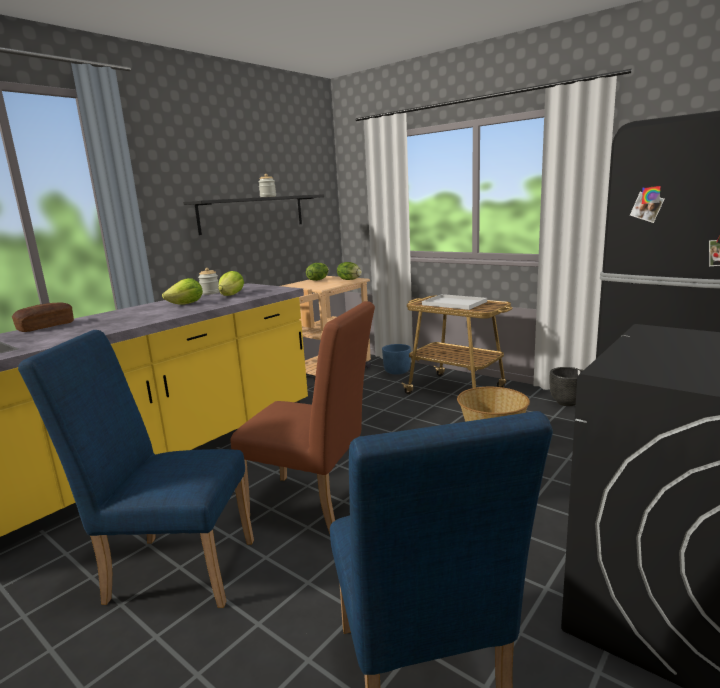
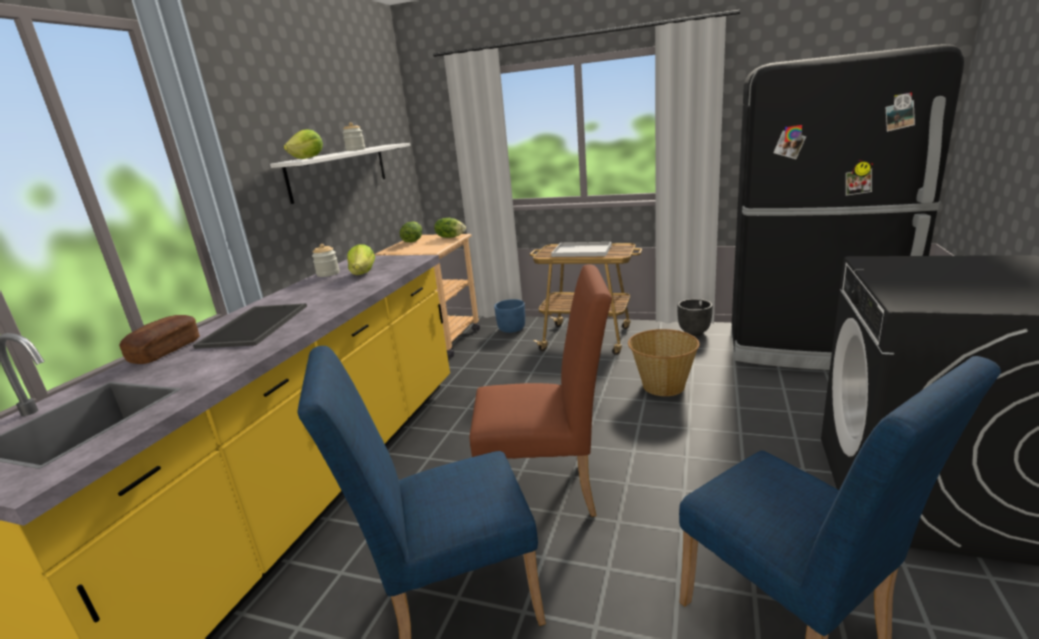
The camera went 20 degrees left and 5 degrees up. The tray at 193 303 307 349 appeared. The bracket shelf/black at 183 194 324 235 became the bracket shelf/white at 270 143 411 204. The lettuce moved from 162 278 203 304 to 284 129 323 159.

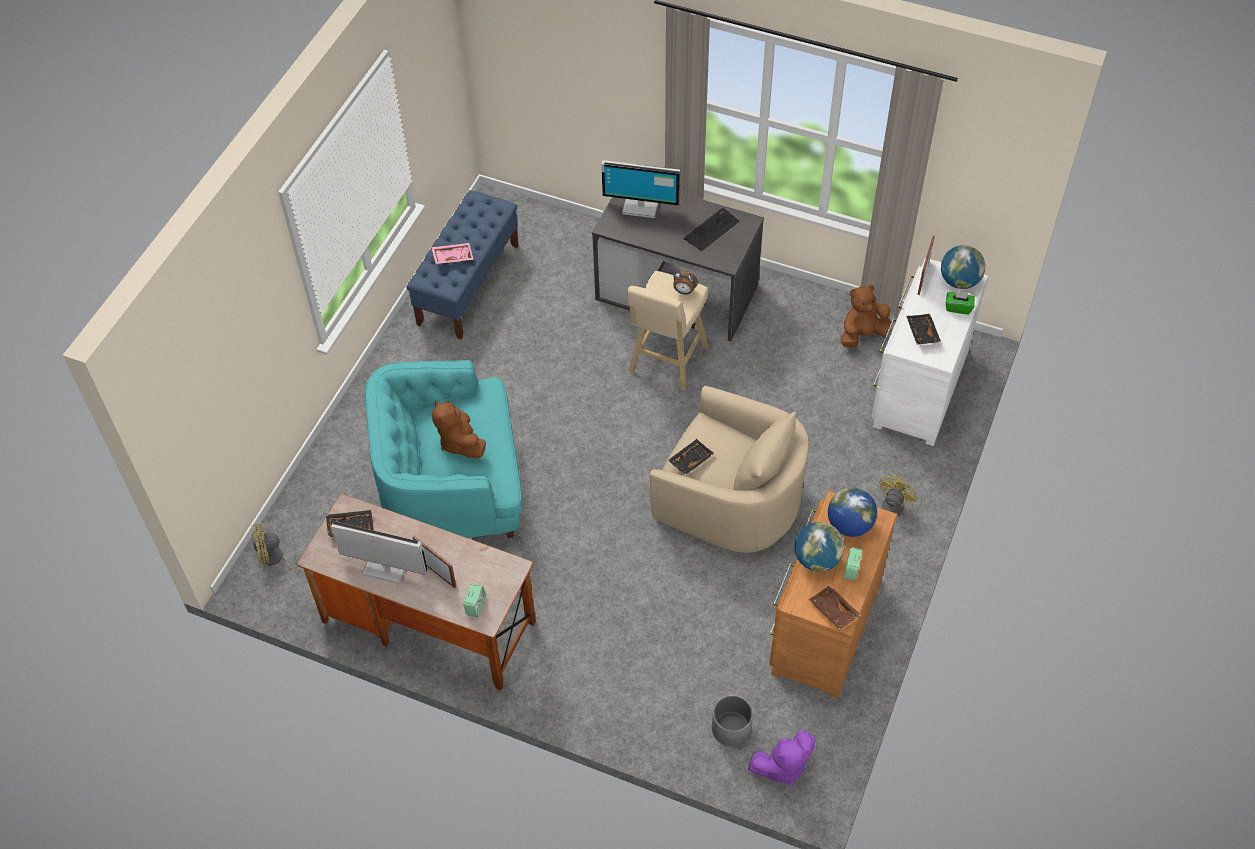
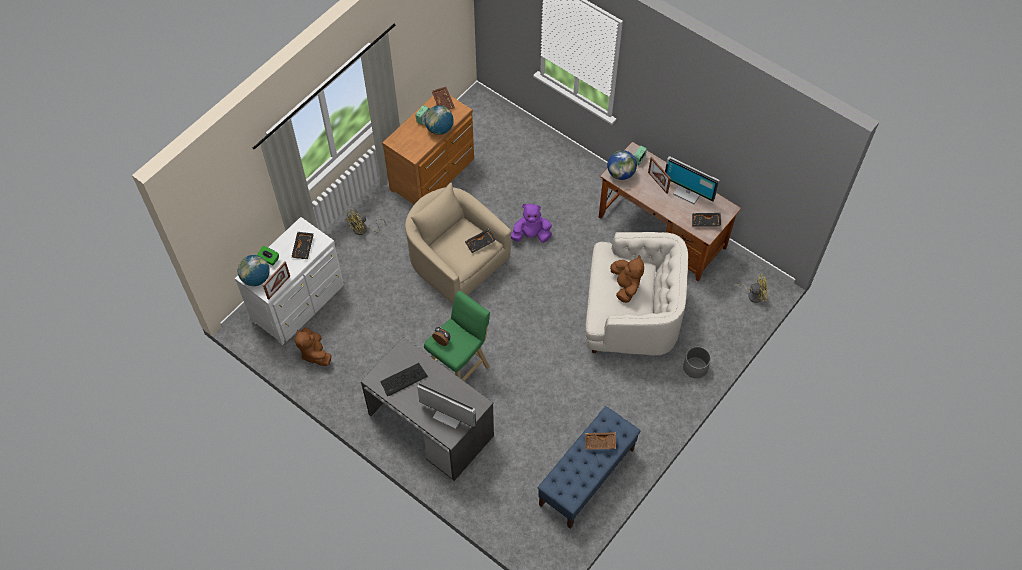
The camera went 165 degrees left and 5 degrees up. The soft toy/brownish at 841 285 891 347 turned 75 degrees clockwise. The stool seat/beige-coloured at 628 271 708 391 became the stool seat/green-coloured at 424 291 490 381. The soft toy/purple moved from 748 730 816 786 to 511 204 552 243. The lounge chair/turquoise-coloured at 365 360 522 538 became the lounge chair/white at 585 232 688 356. The tray/pinkish at 431 243 474 264 became the tray/brownish at 585 432 616 450. The desk globe moved from 828 488 877 537 to 607 150 637 180. The flower pot/gray moved from 712 695 753 746 to 683 347 711 378.

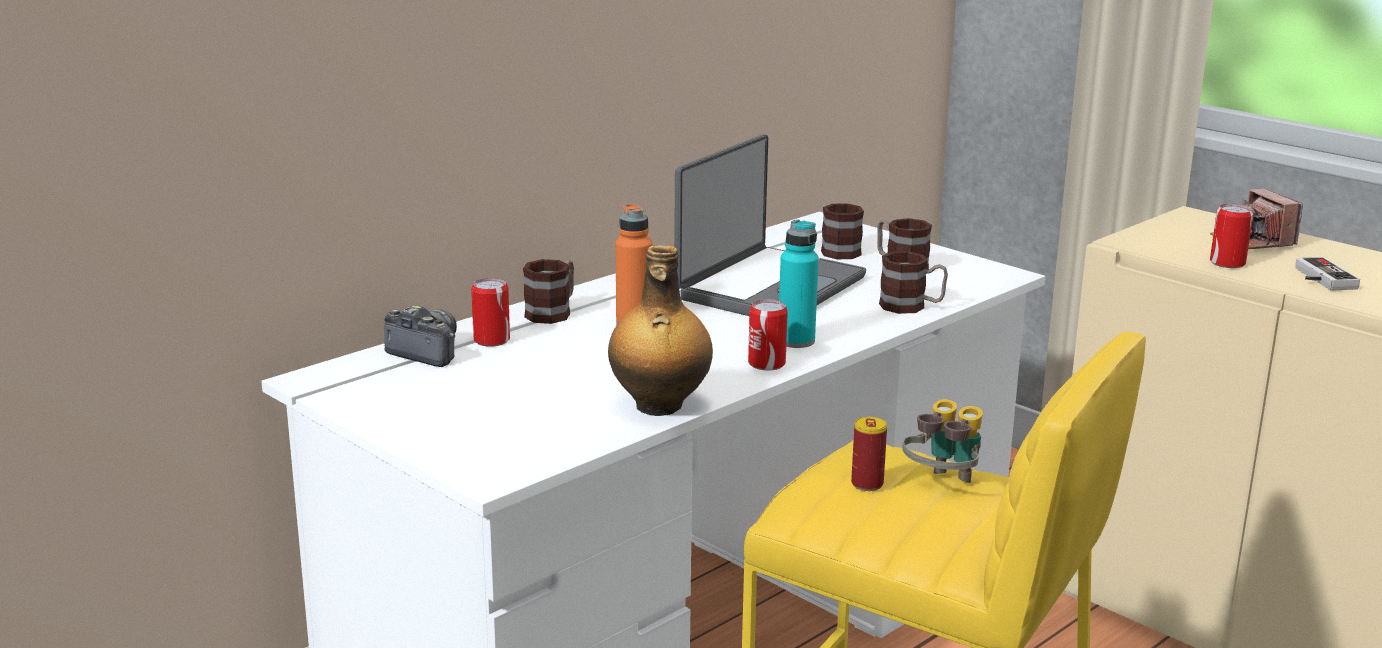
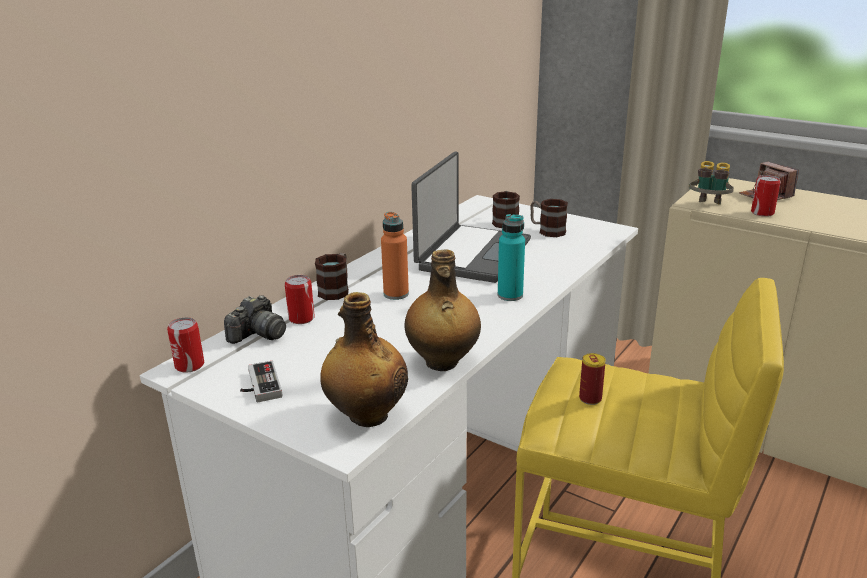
The camera went 10 degrees left and 5 degrees up. The sealed can moved from 748 299 788 370 to 167 317 204 373. The still camera at 384 305 457 367 turned 105 degrees clockwise. The joypad moved from 1295 257 1360 291 to 240 361 282 402. The bottle at 320 292 408 427 appeared. The binoculars moved from 902 399 983 483 to 689 161 734 205. The coffee mug at 879 251 948 314 disappeared.

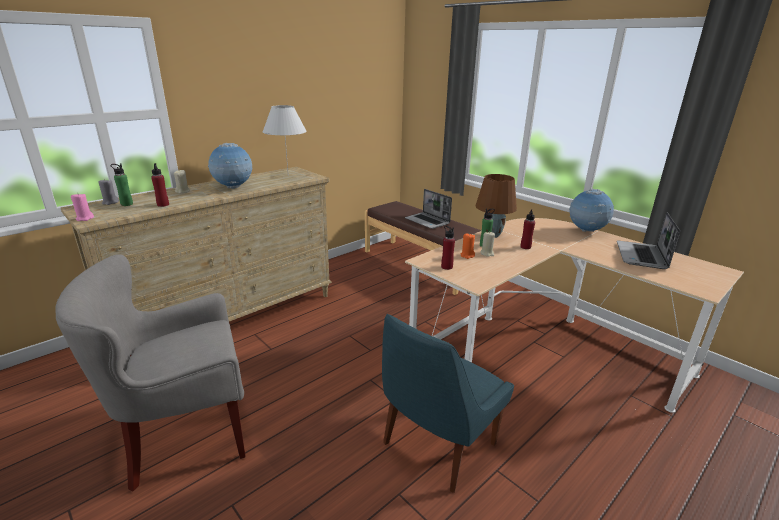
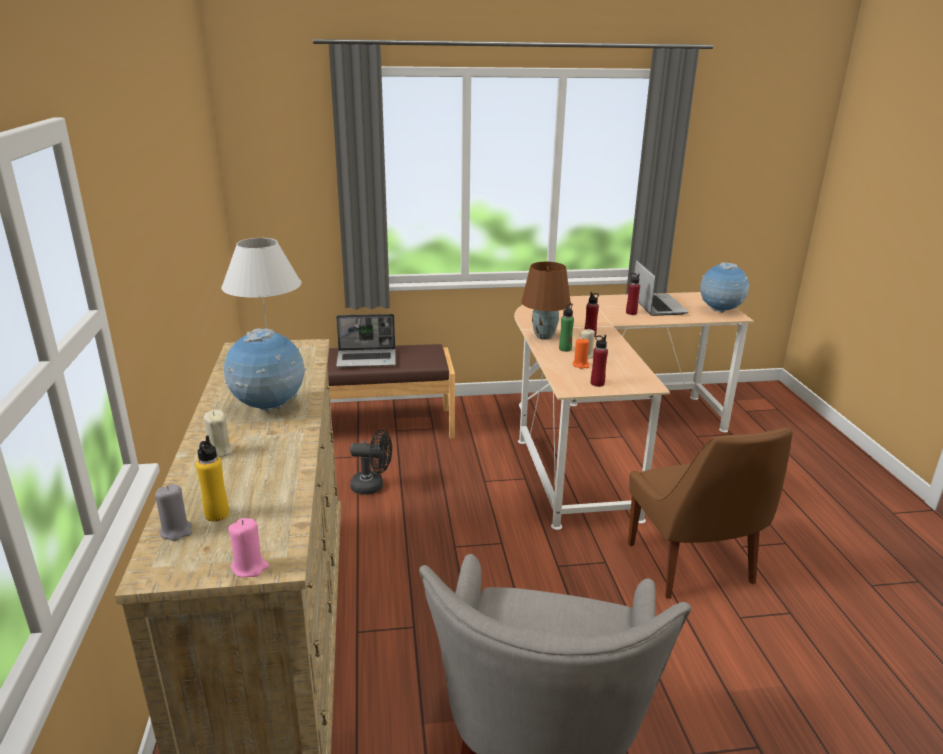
The camera went 55 degrees left and 0 degrees up. The bottle/green-coloured at 111 163 133 206 became the bottle/yellow-coloured at 196 435 229 521. The fan/black at 350 430 392 495 appeared. The bottle/red-coloured moved from 151 163 169 207 to 626 272 640 315. The upright chair/blue-coloured at 382 314 514 493 became the upright chair/brownish at 628 428 793 599. The notebook computer at 617 212 680 269 turned 150 degrees counterclockwise. The desk globe moved from 569 189 614 232 to 700 262 749 313.

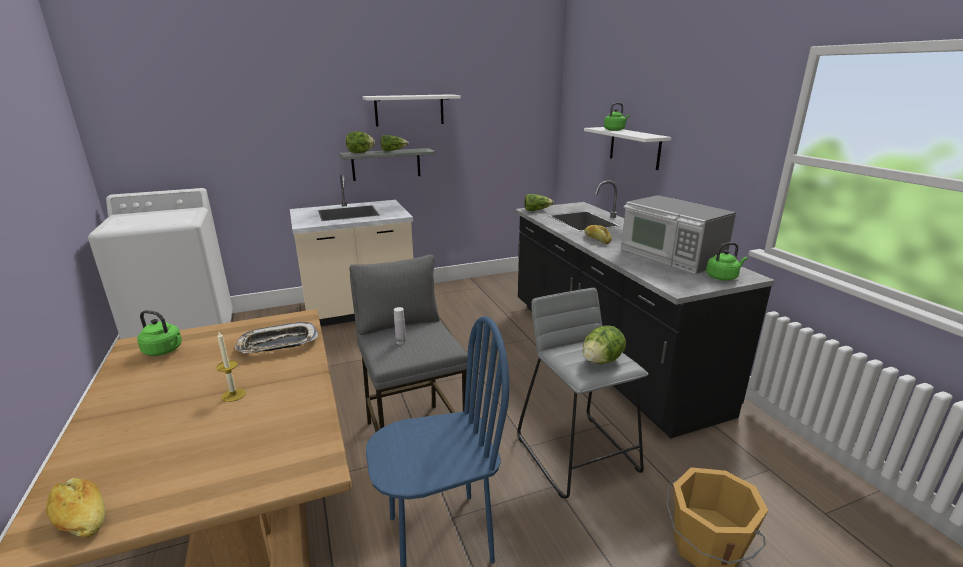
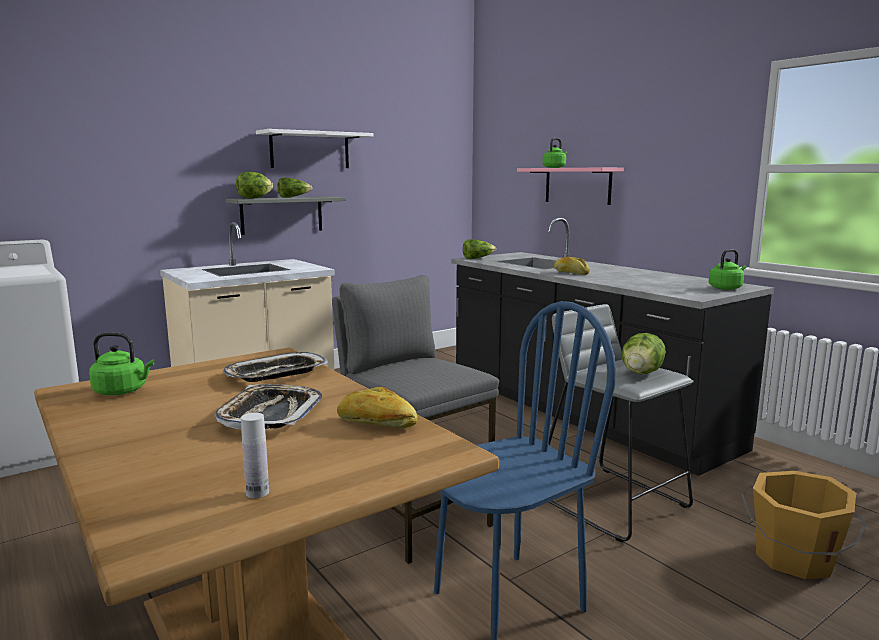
The camera went 15 degrees left and 10 degrees down. The wax candle at 216 332 246 402 was replaced by the tray at 214 384 322 430. The bottle/white moved from 394 307 406 345 to 241 413 269 498. The baked bread moved from 46 478 105 537 to 337 387 418 429. The bracket shelf/white at 584 127 672 170 became the bracket shelf/pinkish at 517 168 624 205. The microwave oven at 621 195 736 274 disappeared.

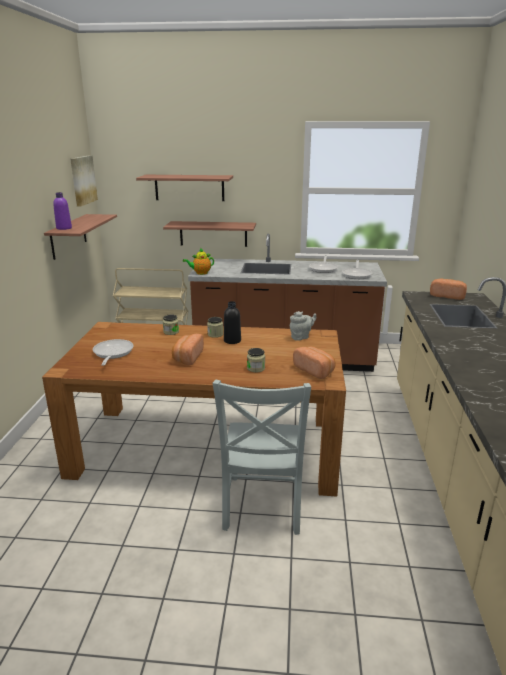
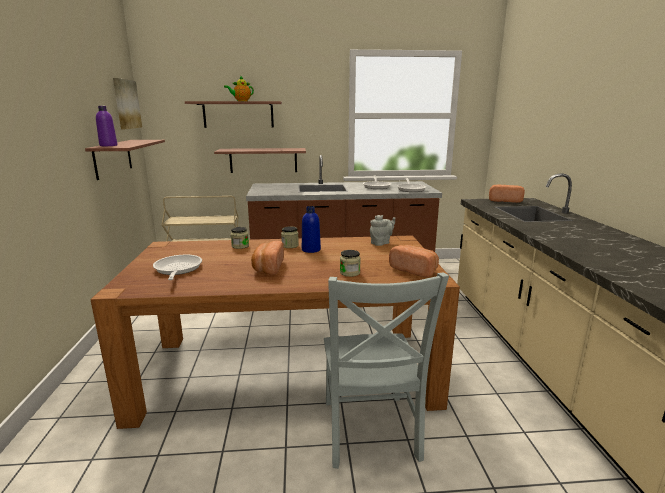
The camera went 10 degrees left and 5 degrees down. The tea pot moved from 183 248 214 275 to 224 75 254 101. The bottle/black at 224 301 241 344 became the bottle/blue-coloured at 302 206 321 253.

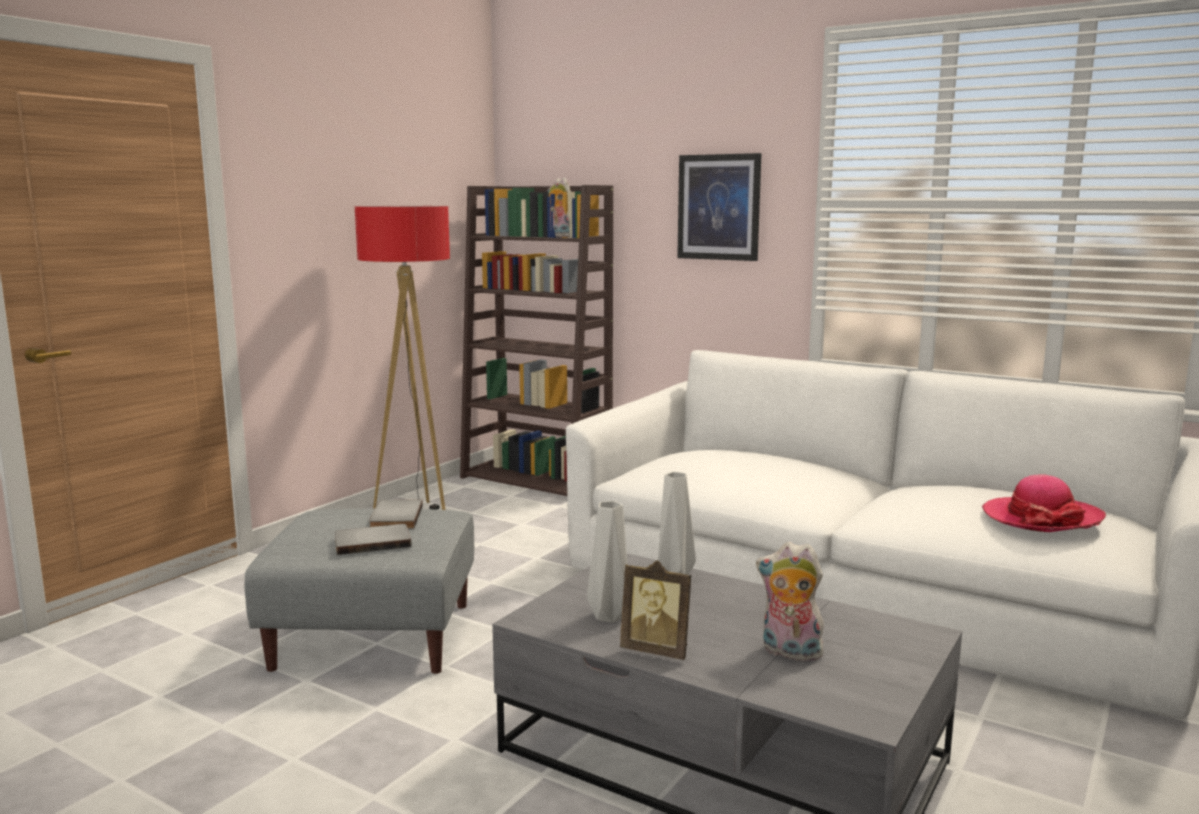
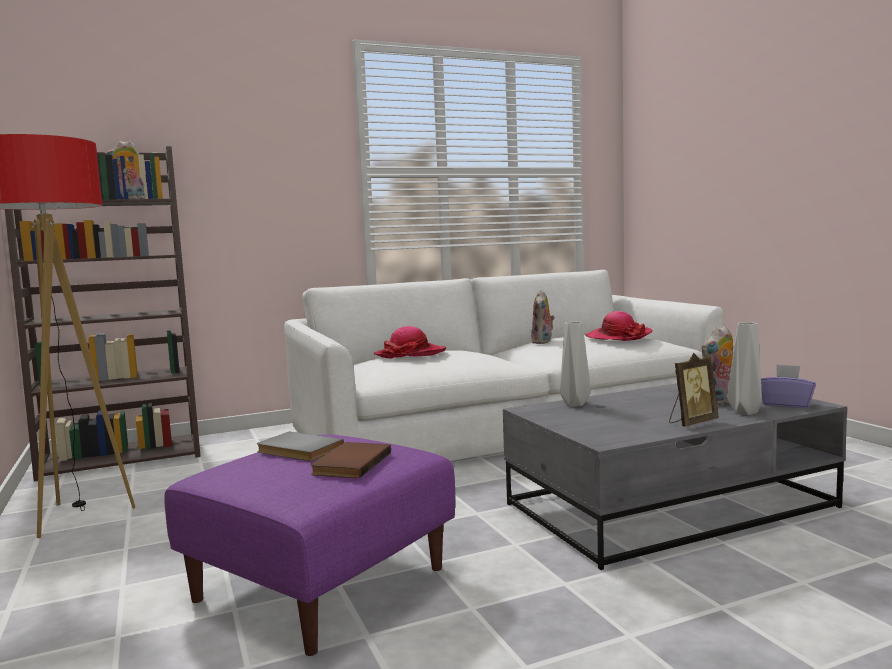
The camera went 55 degrees left and 5 degrees down. The footrest/gray at 244 508 474 674 became the footrest/purple at 164 434 455 656. The book/gray at 335 524 412 555 became the book/brownish at 311 442 391 478. The clothing hat at 374 326 446 358 appeared. The soft toy at 531 290 555 344 appeared. The decorative vase/gray moved from 587 501 627 623 to 727 322 762 415. The tissue holder/purple at 761 364 816 408 appeared. The wall picture at 677 153 762 261 disappeared.

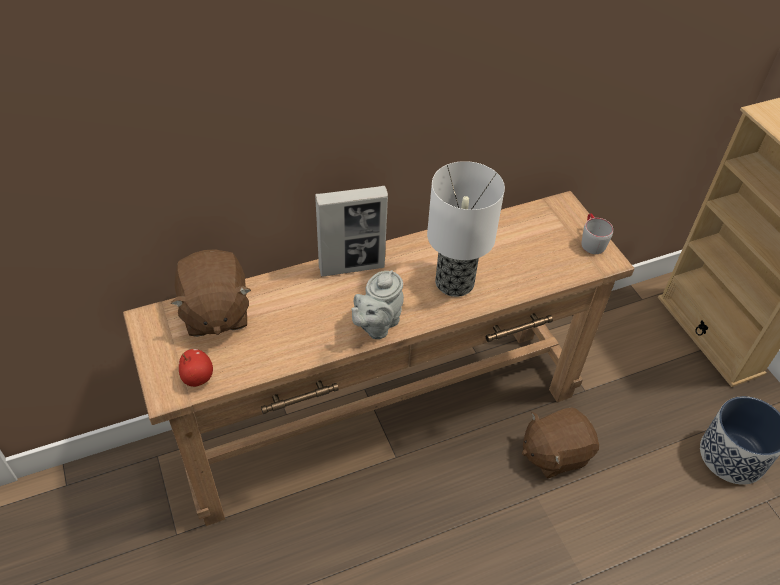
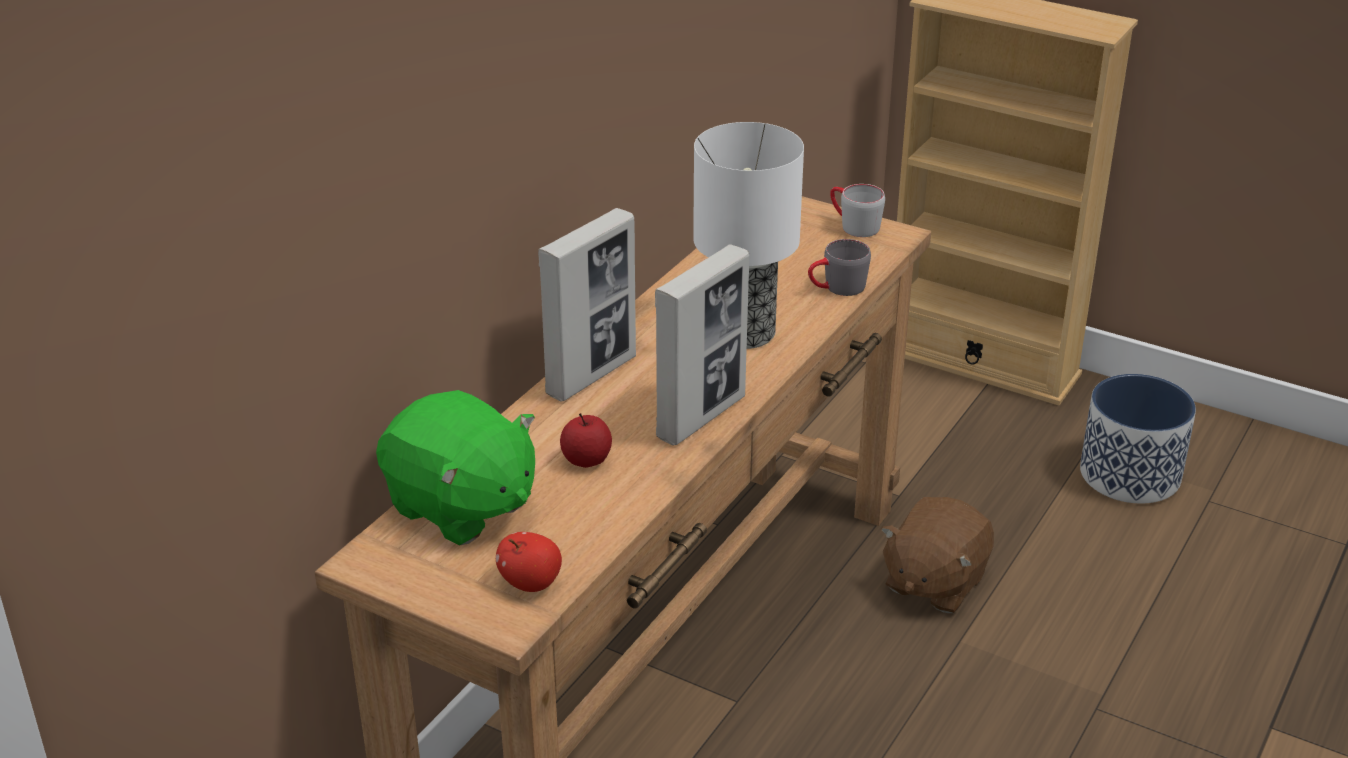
The camera went 35 degrees left and 15 degrees down. The soft toy/brownish at 171 249 251 337 became the soft toy/green-coloured at 376 390 535 546. The apple at 560 413 612 468 appeared. The tea pot/gray at 352 270 404 339 was replaced by the standing frame at 655 244 749 446. The coffee mug/gray at 808 239 871 296 appeared.

